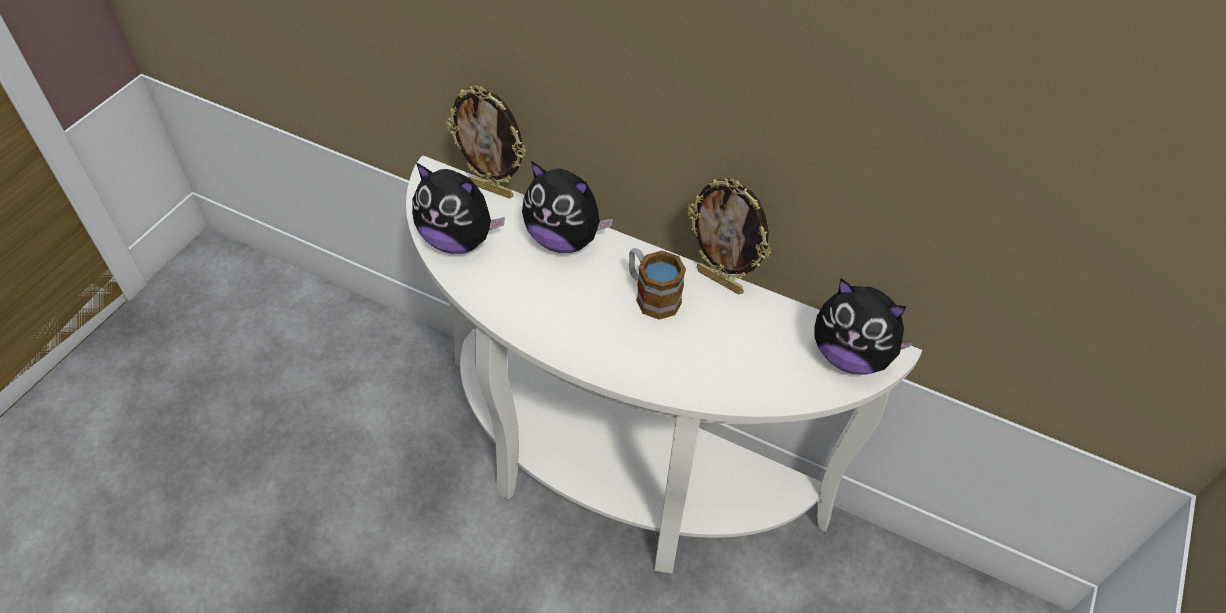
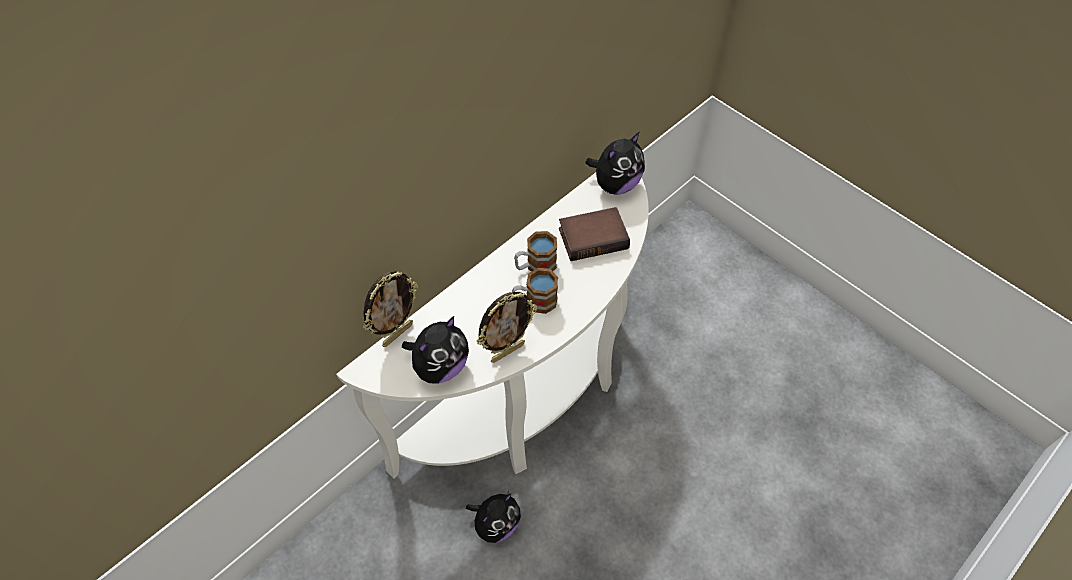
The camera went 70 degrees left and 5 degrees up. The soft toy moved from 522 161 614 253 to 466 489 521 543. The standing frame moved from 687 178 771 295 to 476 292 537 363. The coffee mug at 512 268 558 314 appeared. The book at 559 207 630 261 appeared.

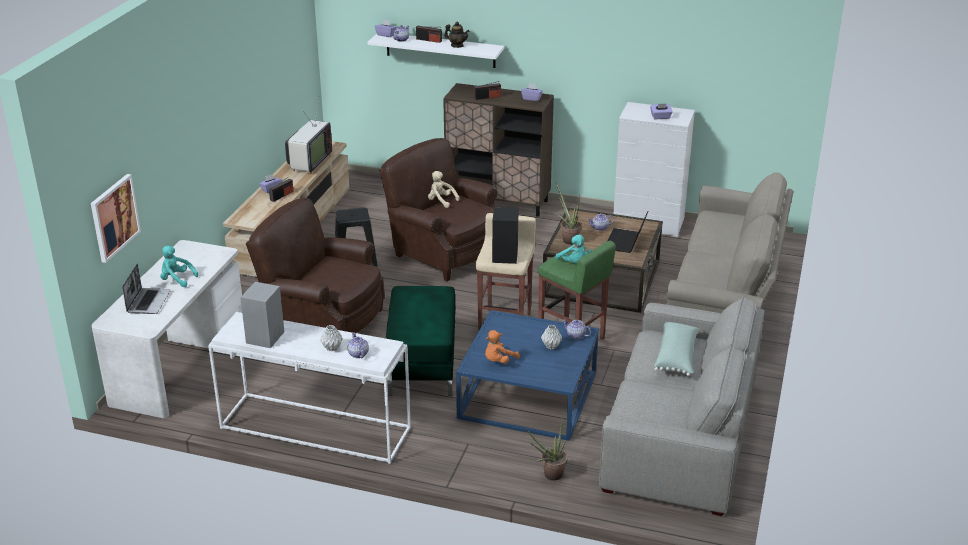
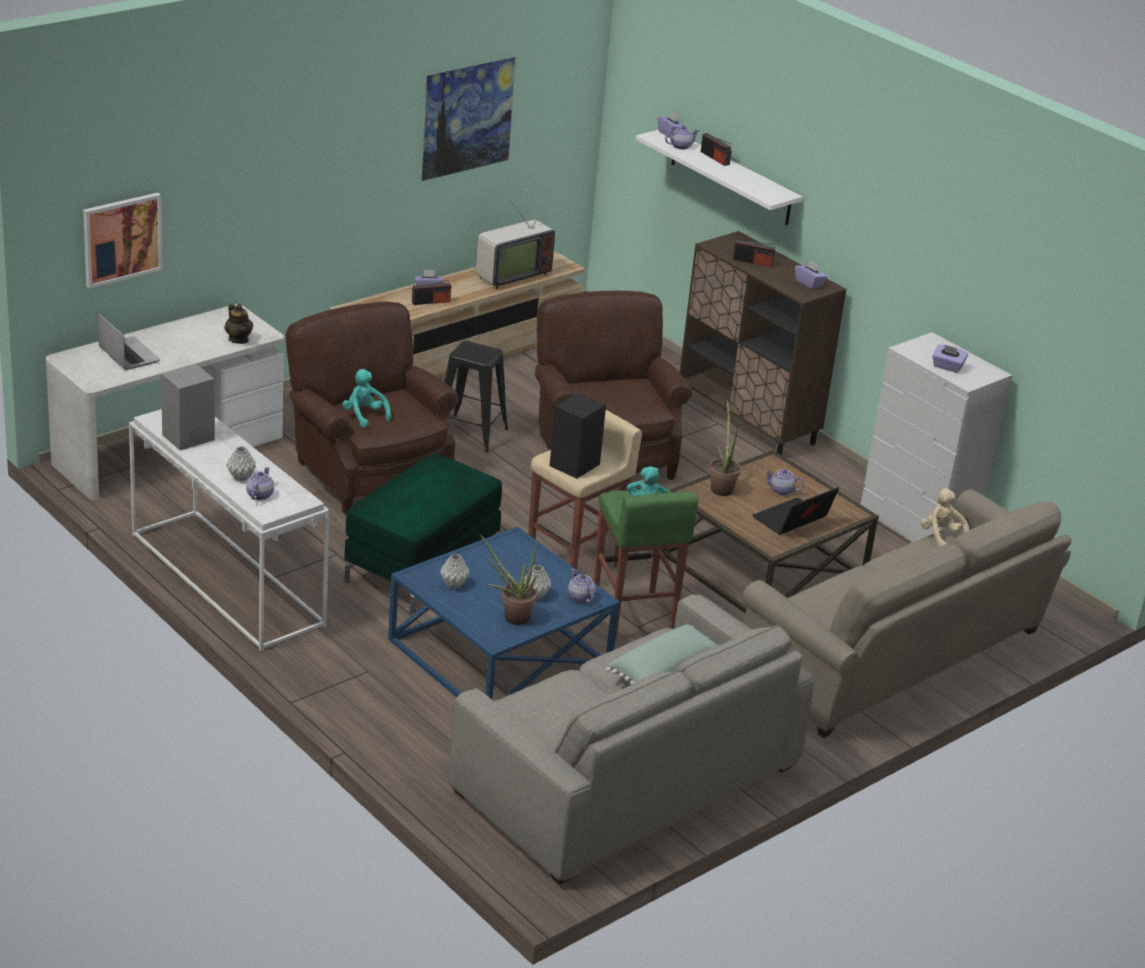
The camera went 30 degrees right and 0 degrees up. The notebook computer at 122 264 171 314 turned 75 degrees counterclockwise. The tea pot moved from 444 21 469 48 to 225 304 253 344. The soft toy/turquoise-coloured moved from 160 246 198 287 to 342 369 391 428. The wall picture at 421 57 516 181 appeared. The soft toy/orangey at 485 330 520 364 was replaced by the decorative vase/gray at 440 554 470 588. The potted plant moved from 526 418 568 481 to 480 534 538 625. The soft toy/beige-coloured moved from 428 171 460 208 to 921 489 970 547.

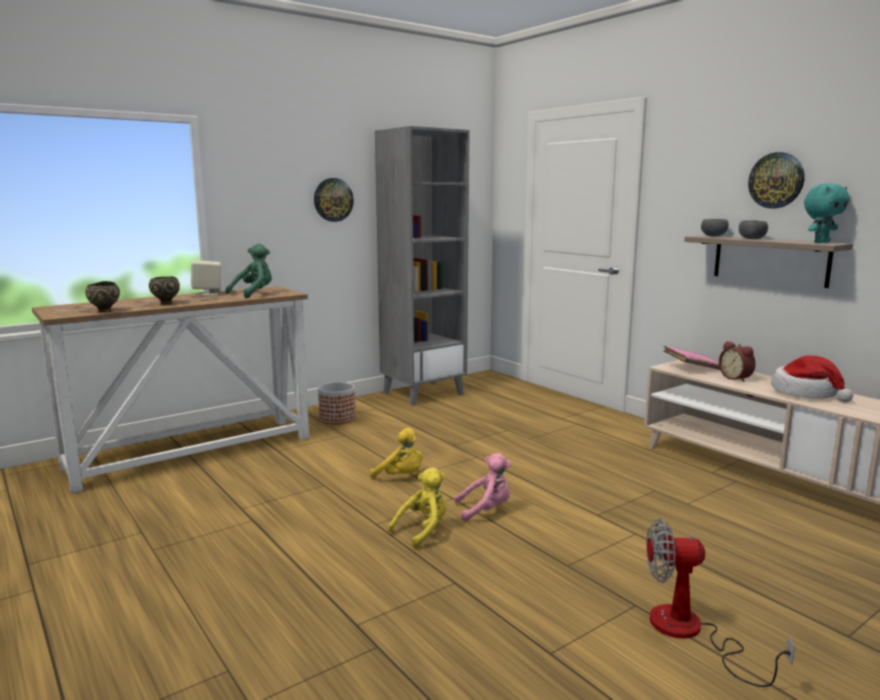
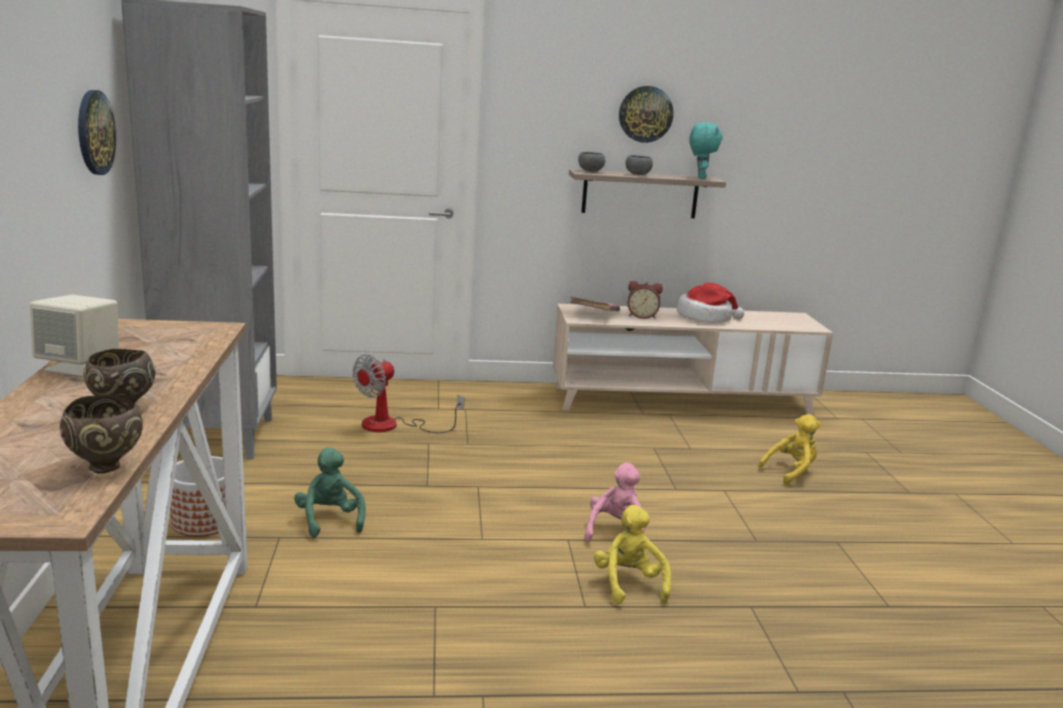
The camera went 60 degrees left and 5 degrees up. The soft toy/green-coloured moved from 225 244 272 298 to 294 447 366 537. The fan moved from 646 519 795 687 to 352 354 464 433. The soft toy/yellow-coloured moved from 370 428 423 479 to 758 414 821 485.

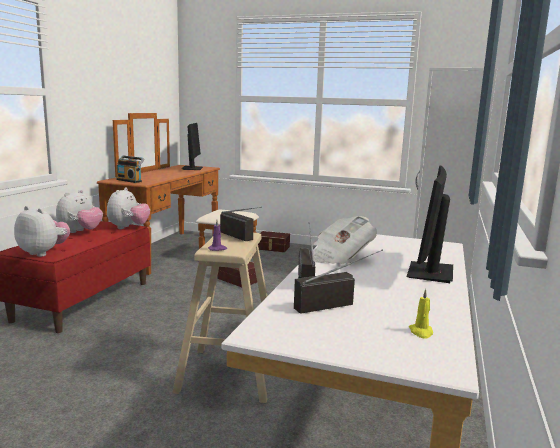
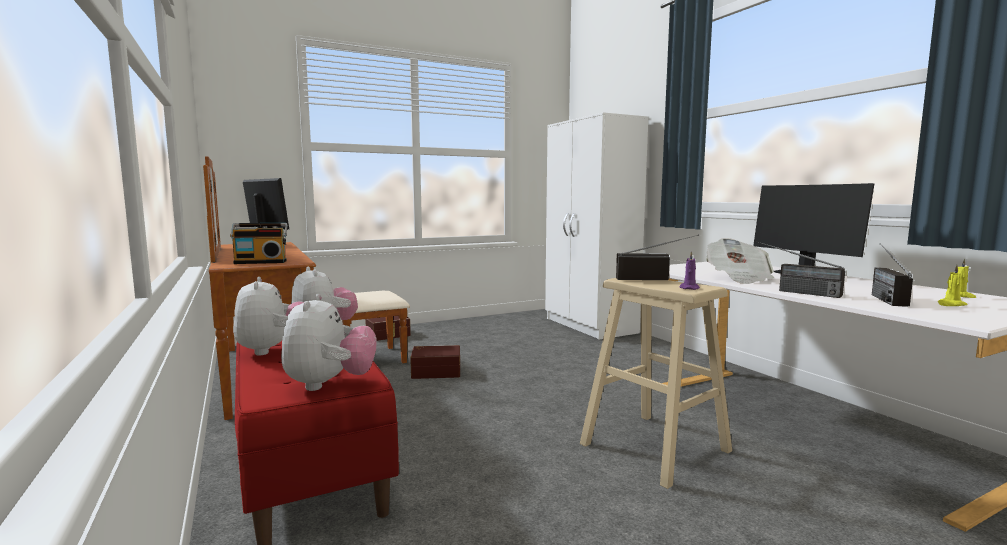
The camera went 45 degrees left and 5 degrees down. The soft toy at 14 206 70 257 turned 105 degrees clockwise. The wax candle/yellow-coloured at 938 265 967 306 appeared.

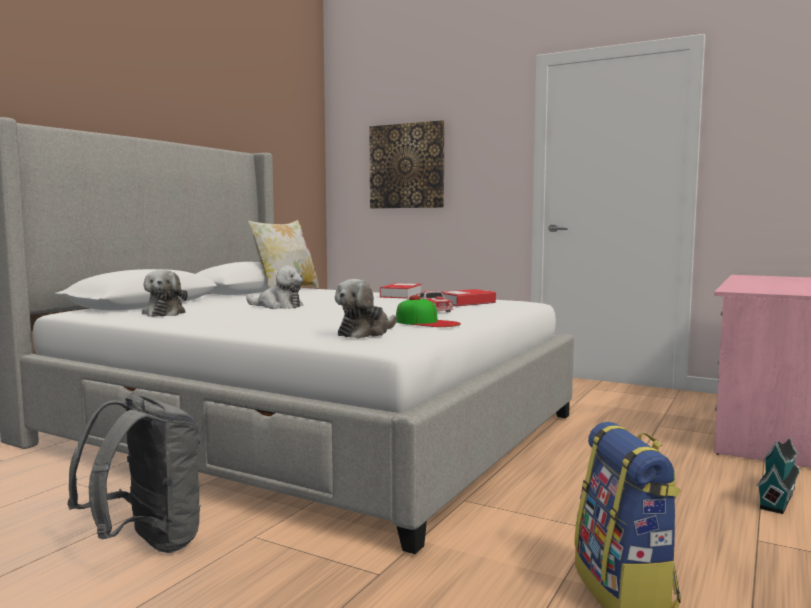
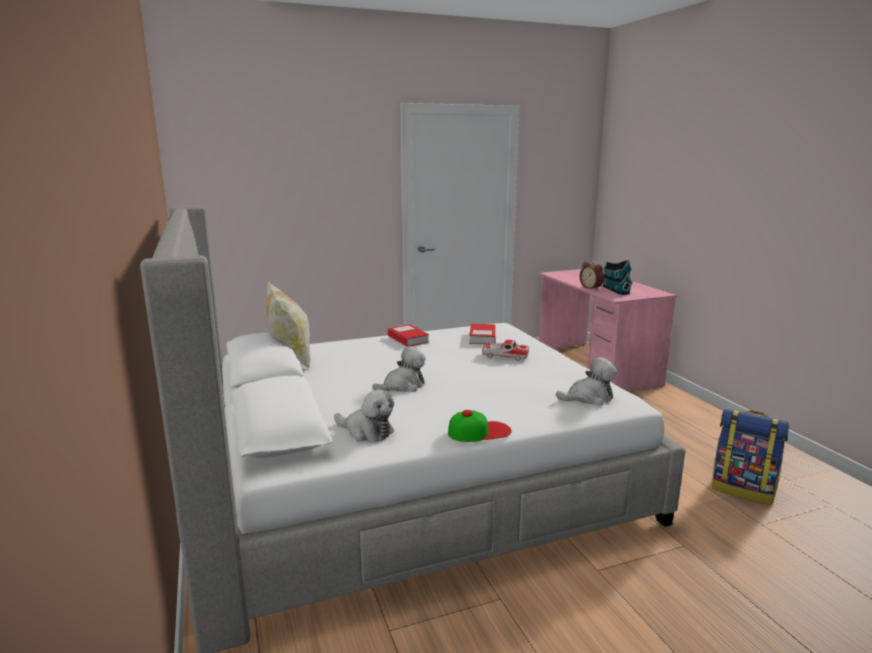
The camera went 50 degrees left and 10 degrees up. The peaked cap moved from 396 296 461 327 to 448 410 512 442. The soft toy at 335 279 397 339 turned 90 degrees counterclockwise. The bedside clock at 580 262 604 290 appeared. The toy house moved from 756 437 801 514 to 603 260 633 295. The backpack/gray at 67 394 201 553 disappeared. The wall picture at 369 120 445 208 disappeared.

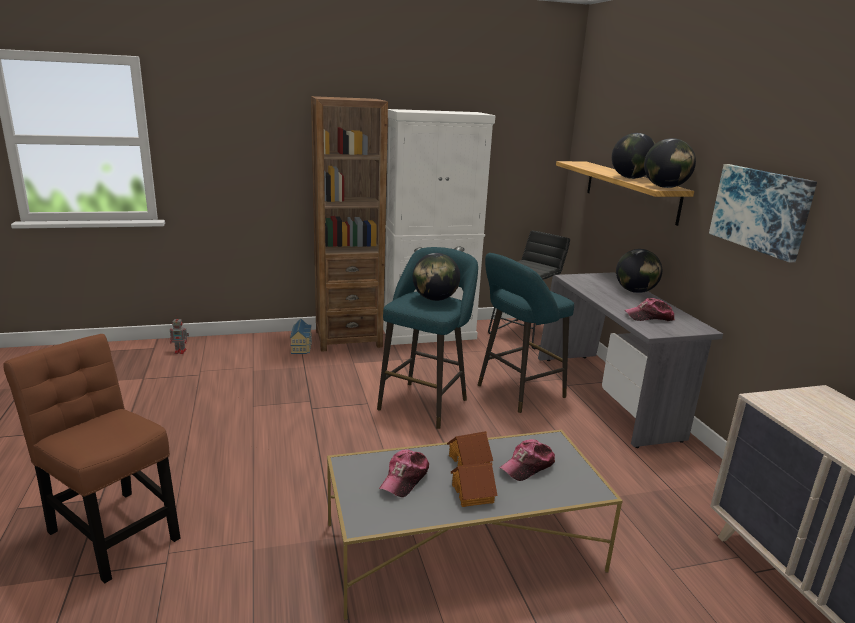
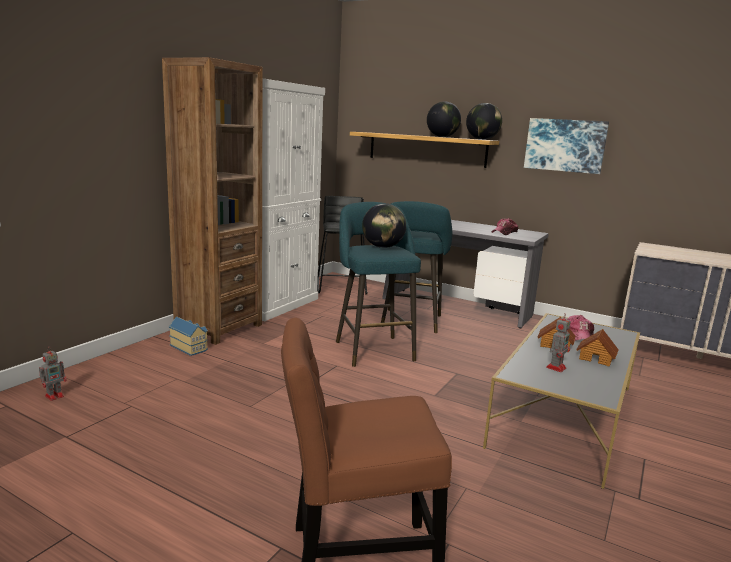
The camera went 45 degrees left and 5 degrees down. The peaked cap at 379 449 429 497 was replaced by the toy robot at 546 314 570 372. The desk globe at 616 249 662 293 disappeared.

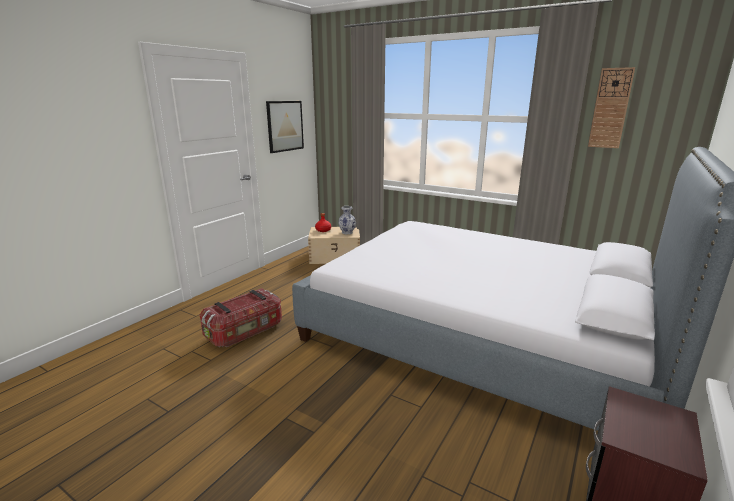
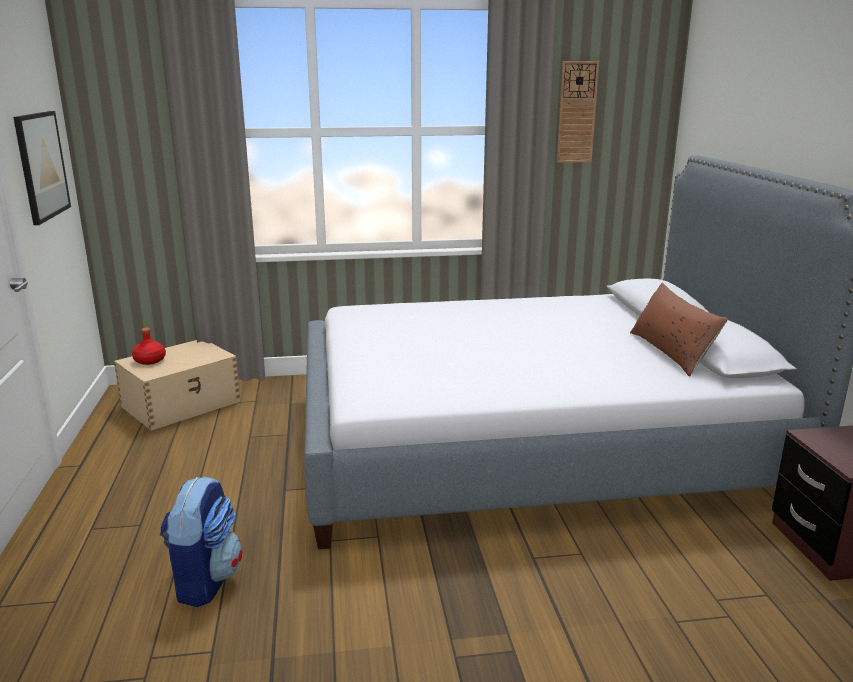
The camera went 40 degrees left and 0 degrees up. The storage container at 200 288 282 347 was replaced by the backpack at 160 477 243 607. The throw pillow/brownish at 630 283 728 377 appeared. The decorative vase at 338 206 356 234 disappeared.

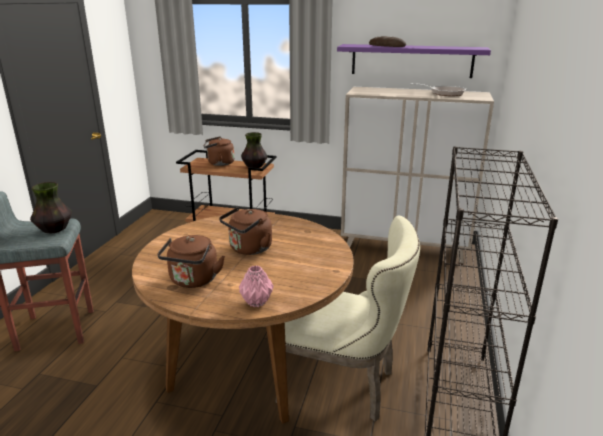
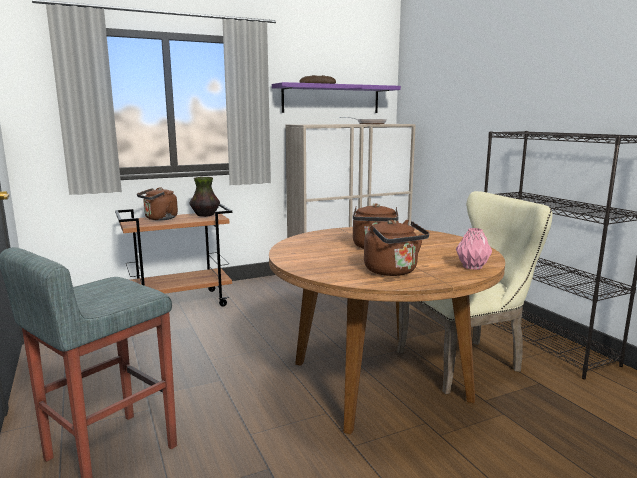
The camera went 40 degrees left and 10 degrees down. The decorative vase at 30 182 72 234 disappeared.

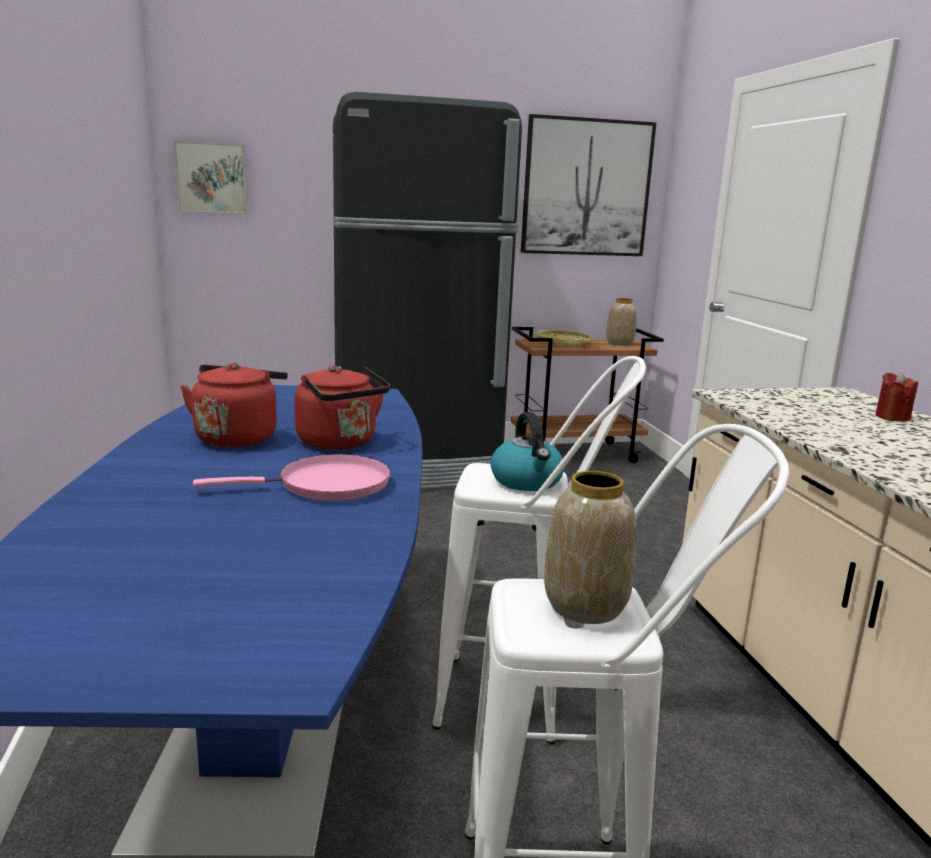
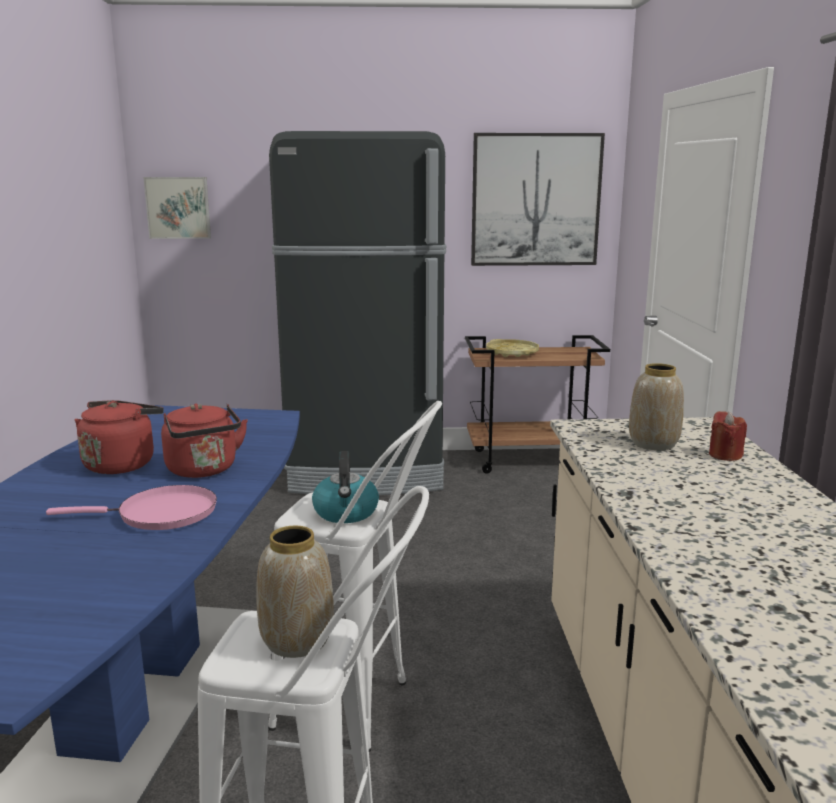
The camera went 10 degrees right and 0 degrees up. The decorative vase moved from 607 298 637 346 to 629 363 684 450.

